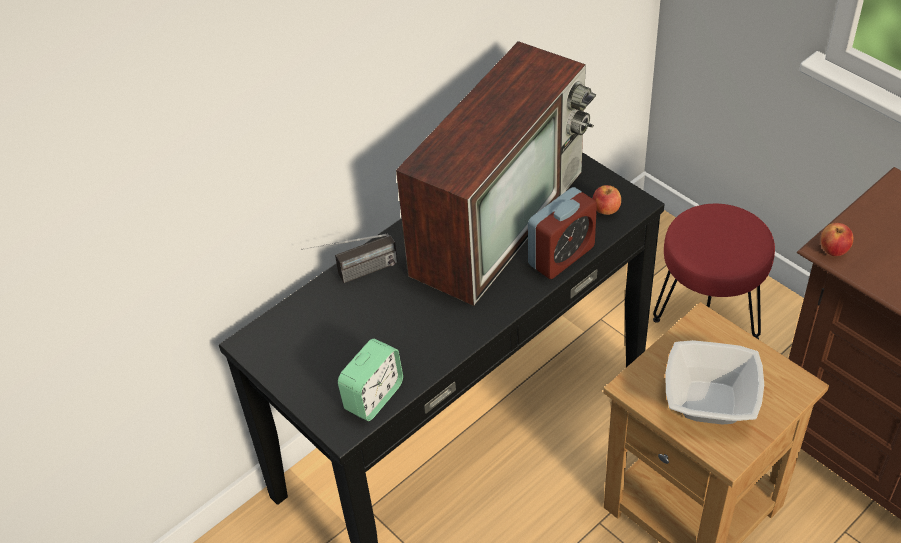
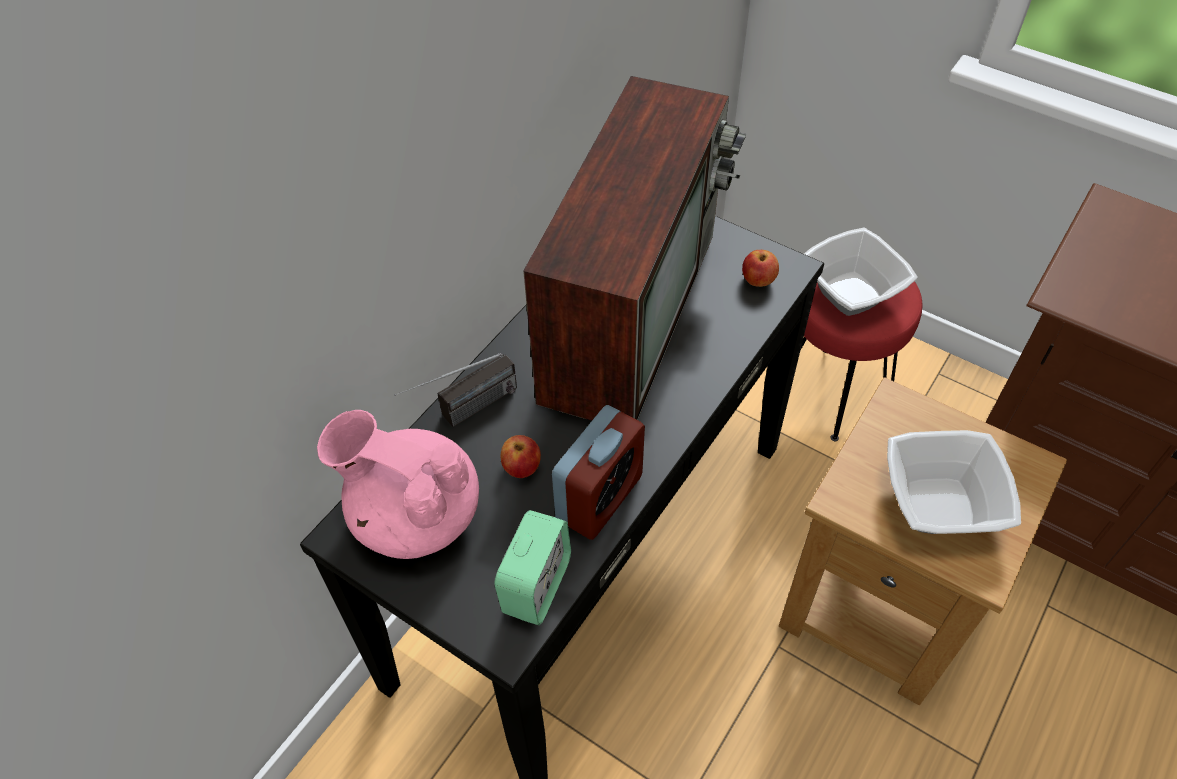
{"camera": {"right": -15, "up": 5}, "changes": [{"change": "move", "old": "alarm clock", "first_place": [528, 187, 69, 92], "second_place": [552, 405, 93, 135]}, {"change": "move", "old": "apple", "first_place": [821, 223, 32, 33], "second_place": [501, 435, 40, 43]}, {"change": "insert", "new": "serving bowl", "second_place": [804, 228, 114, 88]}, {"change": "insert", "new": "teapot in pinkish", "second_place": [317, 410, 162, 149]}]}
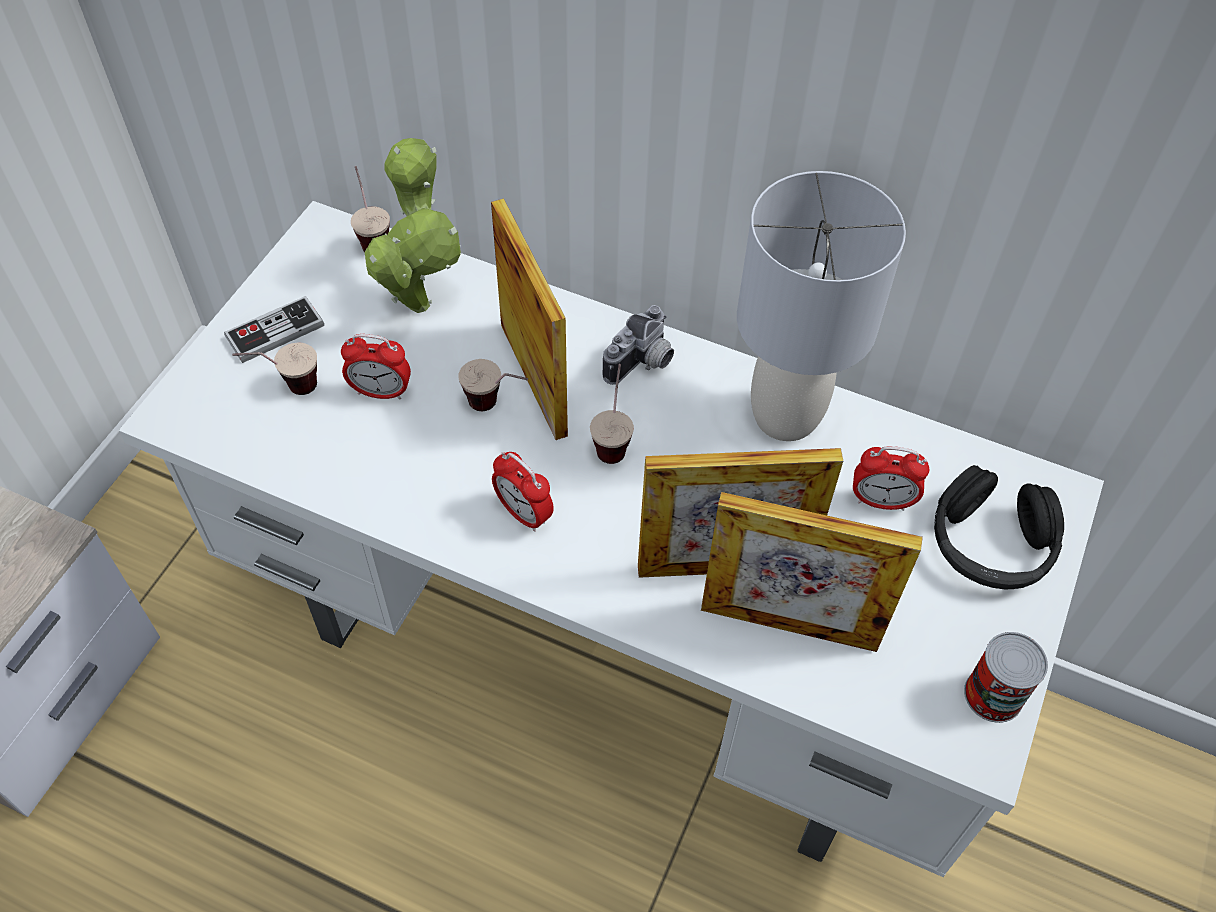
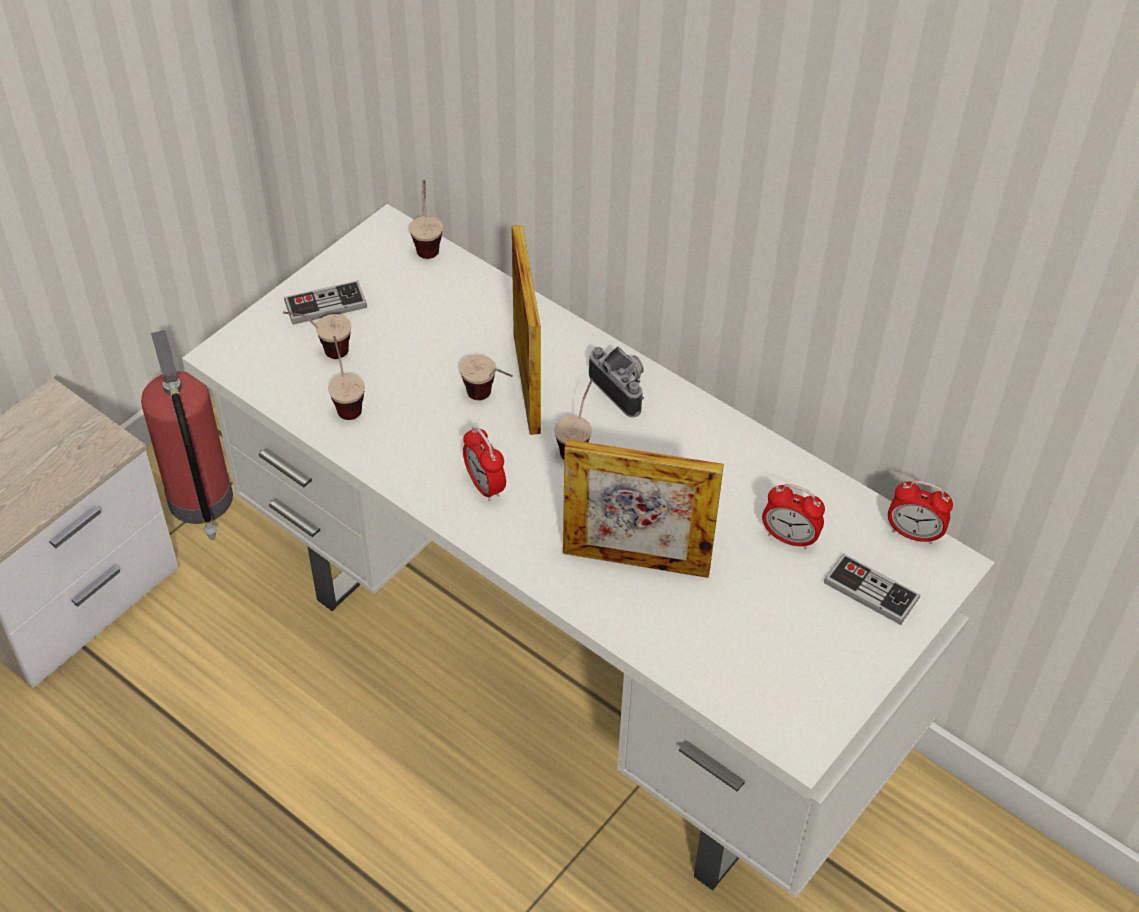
{"camera": {"right": 15, "up": -5}, "changes": [{"change": "delete", "old": "potted plant", "first_place": [365, 138, 96, 175]}, {"change": "delete", "old": "tabletop lamp in grey", "first_place": [737, 171, 169, 270]}, {"change": "rotate", "old": "photo camera", "first_place": [603, 305, 71, 80], "second_place": [589, 346, 55, 71], "degrees": -90}, {"change": "move", "old": "alarm clock", "first_place": [341, 334, 70, 65], "second_place": [888, 480, 65, 64]}, {"change": "replace", "old": "headset in black", "new": "joypad", "first_place": [934, 465, 130, 124], "second_place": [824, 554, 96, 71]}, {"change": "delete", "old": "photo frame", "first_place": [701, 492, 222, 160]}, {"change": "delete", "old": "can", "first_place": [964, 632, 84, 91]}, {"change": "insert", "new": "fire-fighting cylinder", "second_place": [141, 330, 92, 210]}, {"change": "insert", "new": "drinking cup", "second_place": [328, 336, 37, 84]}]}
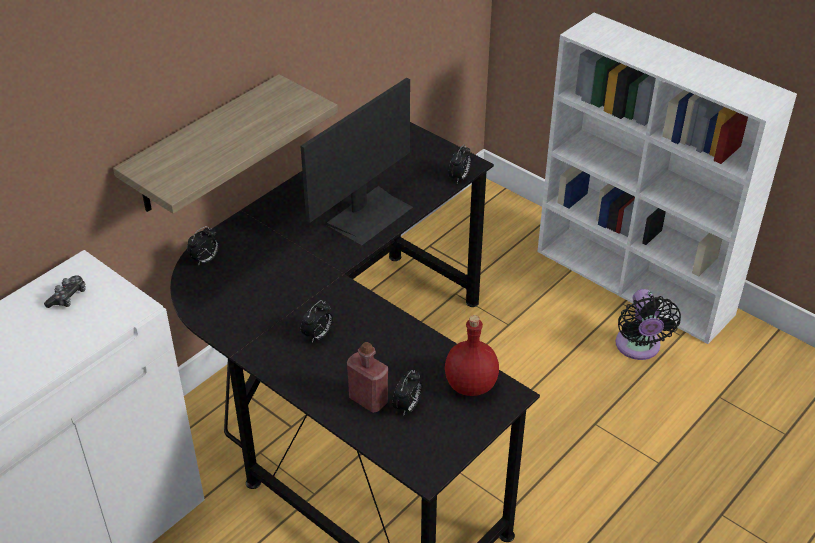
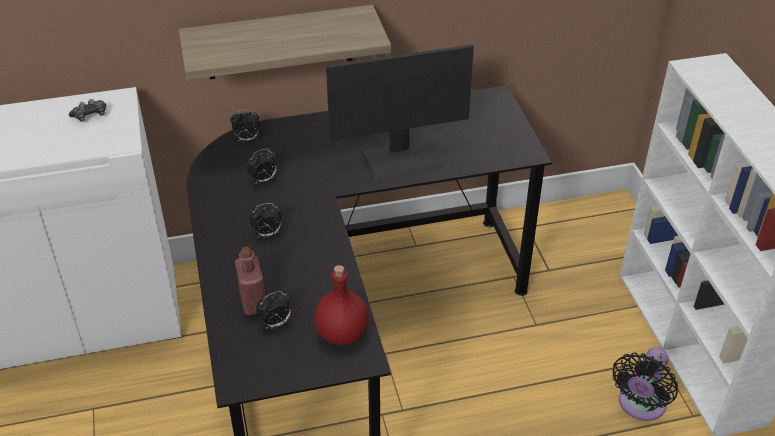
{"camera": {"right": 35, "up": 0}, "changes": [{"change": "move", "old": "alarm clock", "first_place": [448, 144, 24, 39], "second_place": [247, 149, 30, 34]}]}
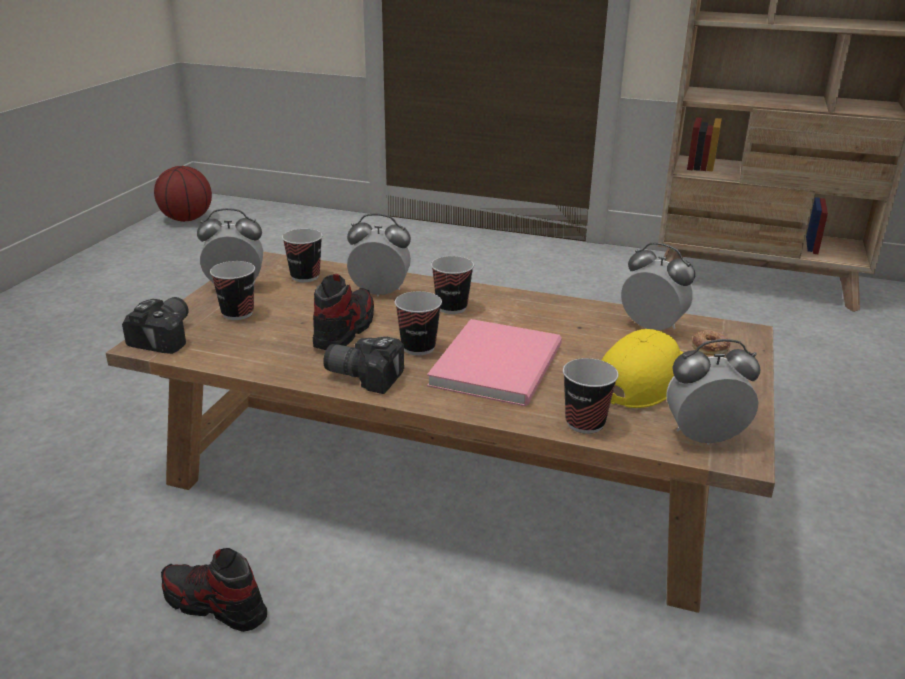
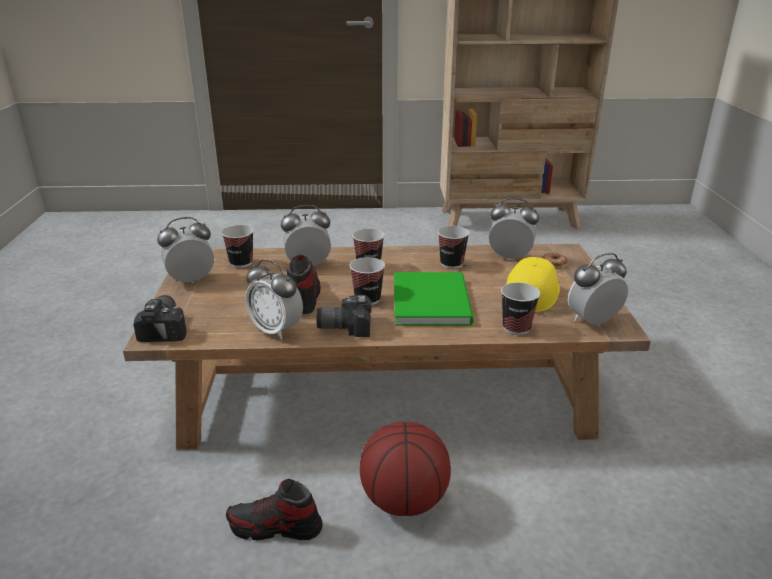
{"camera": {"right": -20, "up": 0}, "changes": [{"change": "move", "old": "basketball ball", "first_place": [154, 166, 58, 56], "second_place": [360, 422, 91, 94]}, {"change": "move", "old": "drinking cup", "first_place": [210, 261, 45, 59], "second_place": [438, 226, 32, 43]}, {"change": "recolor", "old": "bound book in pinkish", "new": "bound book in green-coloured", "first_place": [427, 319, 135, 88], "second_place": [394, 272, 80, 53]}, {"change": "insert", "new": "alarm clock", "second_place": [245, 259, 58, 81]}]}
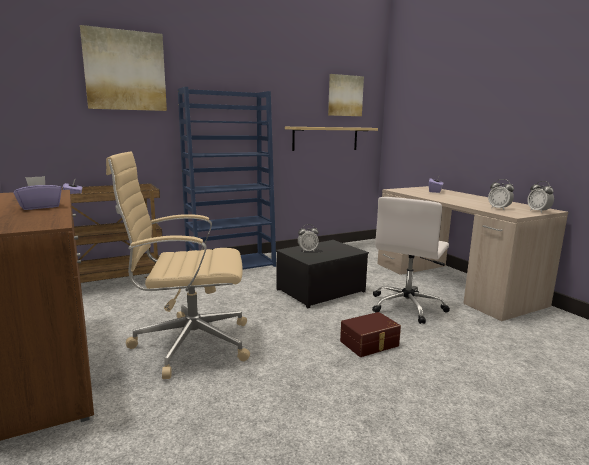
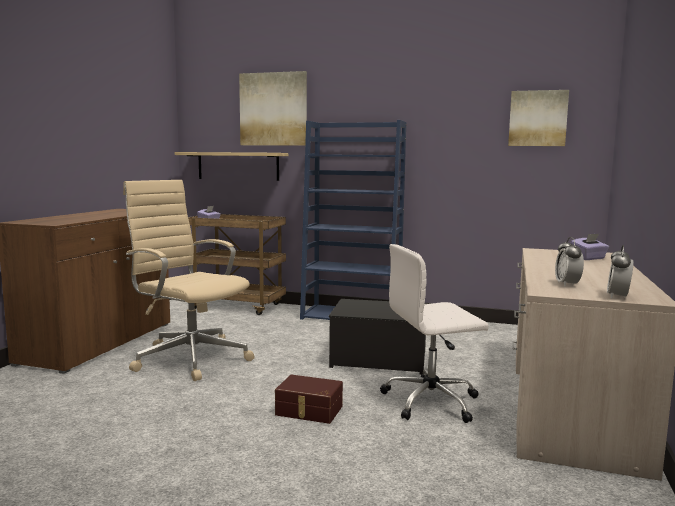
{"camera": {"right": 45, "up": -5}, "changes": [{"change": "move", "old": "shelf", "first_place": [285, 127, 93, 24], "second_place": [175, 152, 114, 29]}, {"change": "delete", "old": "tissue holder in purplish", "first_place": [14, 176, 48, 34]}, {"change": "delete", "old": "alarm clock", "first_place": [298, 224, 21, 28]}]}
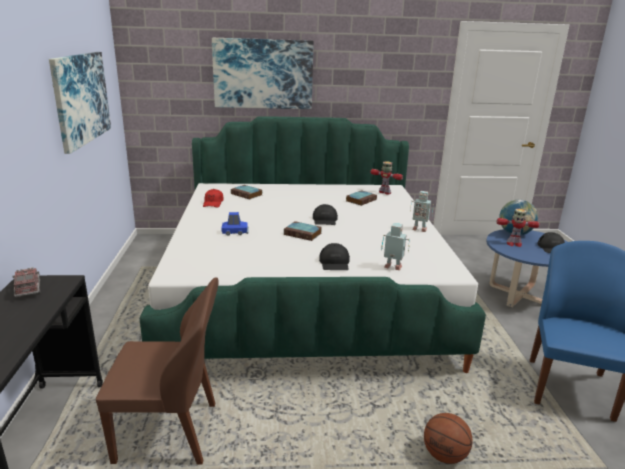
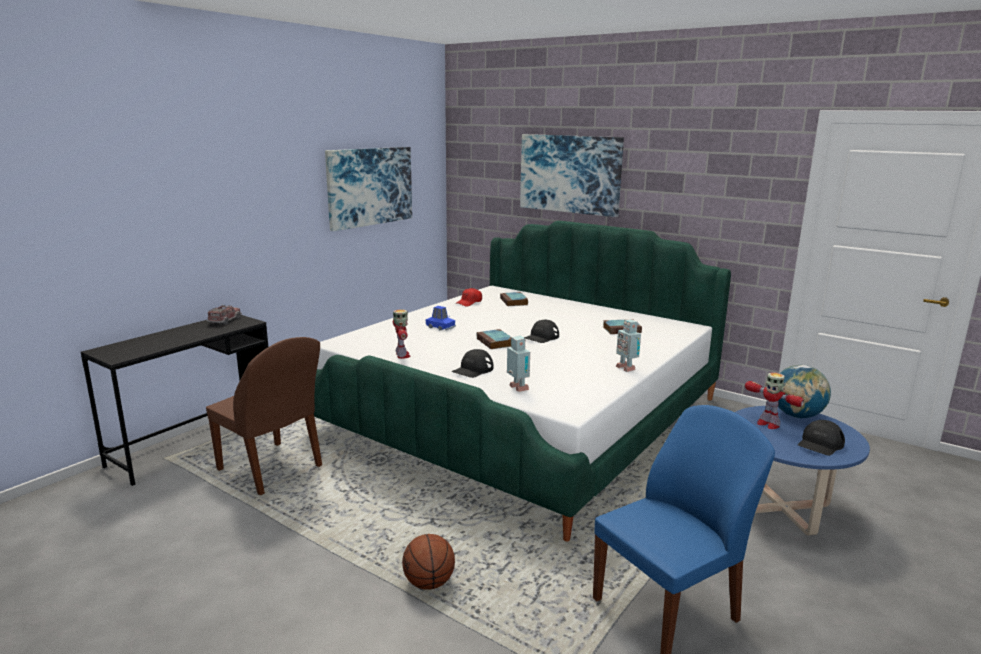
{"camera": {"right": 40, "up": -5}, "changes": [{"change": "move", "old": "toy robot", "first_place": [370, 161, 33, 33], "second_place": [393, 309, 18, 50]}]}
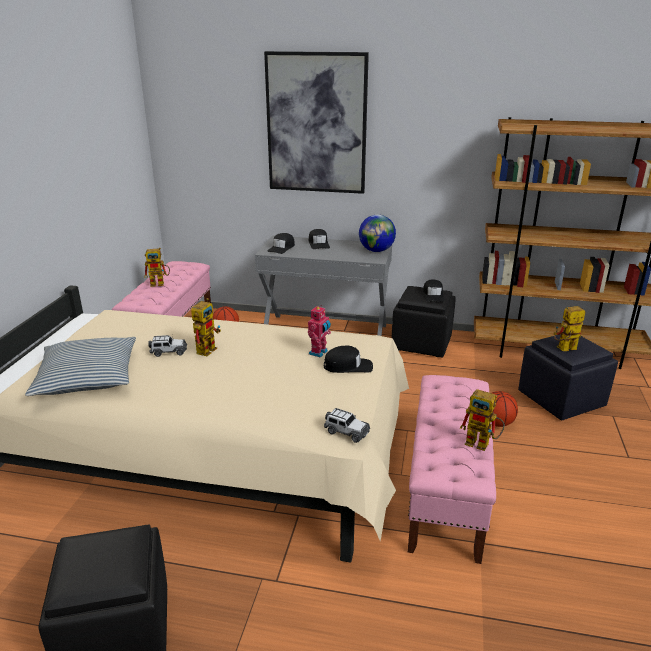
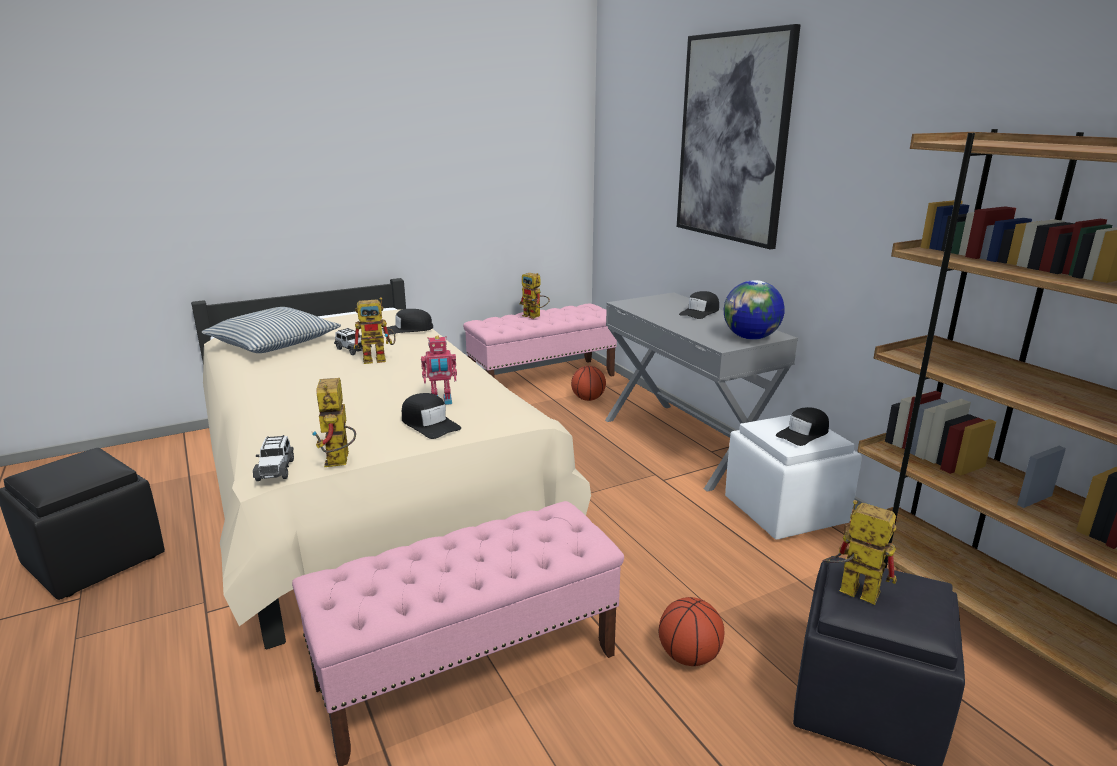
{"camera": {"right": 50, "up": -5}, "changes": [{"change": "move", "old": "cap in black", "first_place": [268, 233, 27, 21], "second_place": [383, 309, 50, 26]}, {"change": "recolor", "old": "pouffe in black", "new": "pouffe in white-coloured", "first_place": [392, 286, 64, 71], "second_place": [725, 415, 137, 125]}, {"change": "move", "old": "toy robot", "first_place": [460, 389, 45, 62], "second_place": [312, 378, 44, 89]}]}
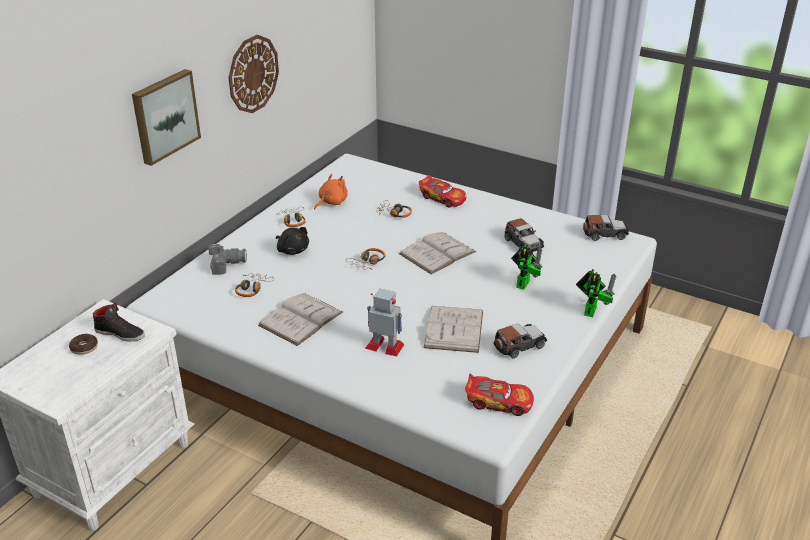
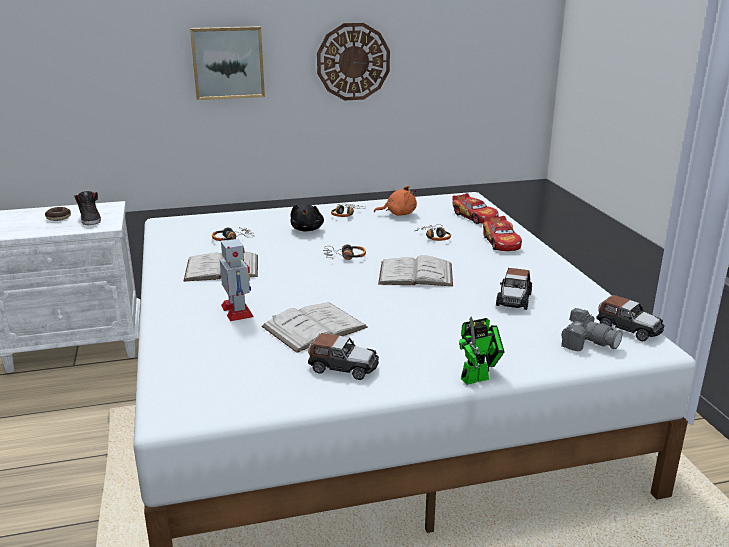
{"camera": {"right": 45, "up": -10}, "changes": [{"change": "delete", "old": "toy robot", "first_place": [512, 243, 30, 47]}, {"change": "move", "old": "photo camera", "first_place": [208, 244, 39, 31], "second_place": [561, 308, 62, 43]}, {"change": "move", "old": "miniature car", "first_place": [465, 373, 69, 43], "second_place": [452, 193, 47, 31]}]}
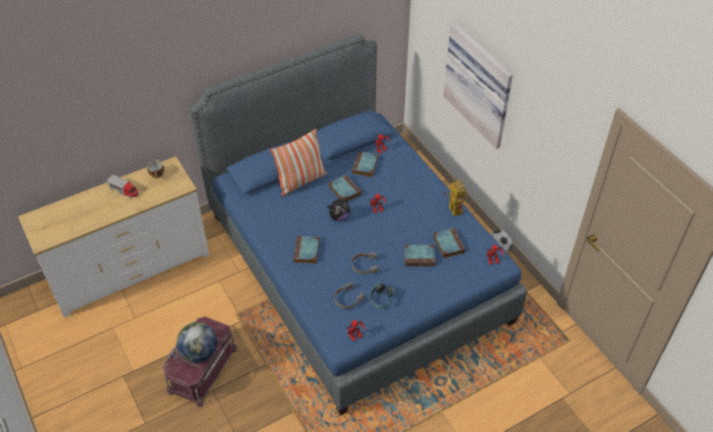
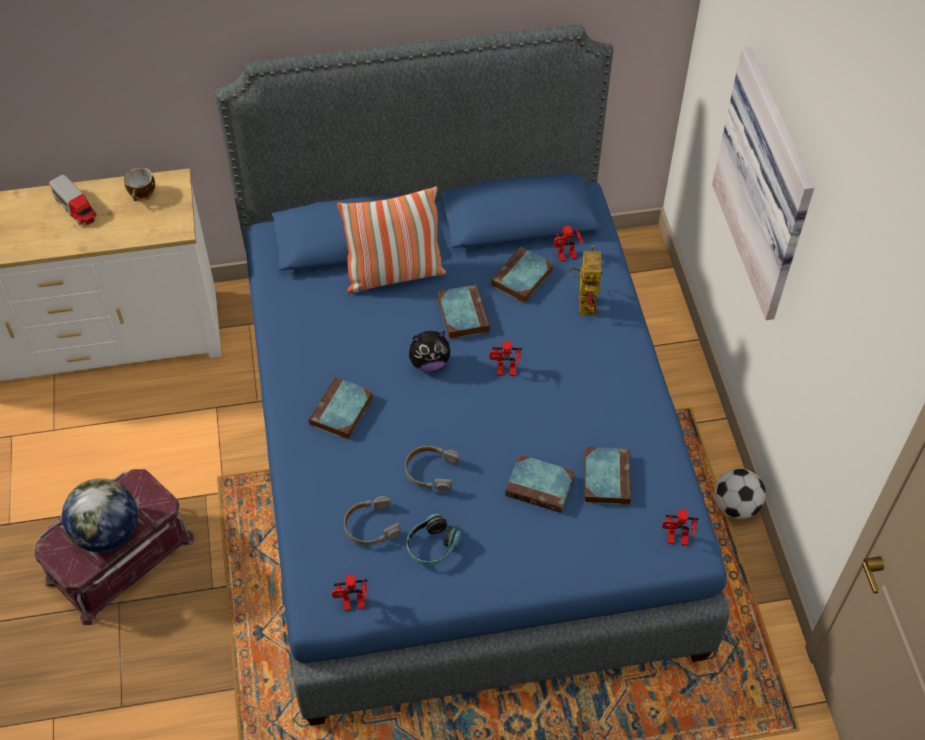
{"camera": {"right": 20, "up": 5}, "changes": [{"change": "move", "old": "toy robot", "first_place": [443, 178, 22, 39], "second_place": [569, 245, 36, 71]}]}
